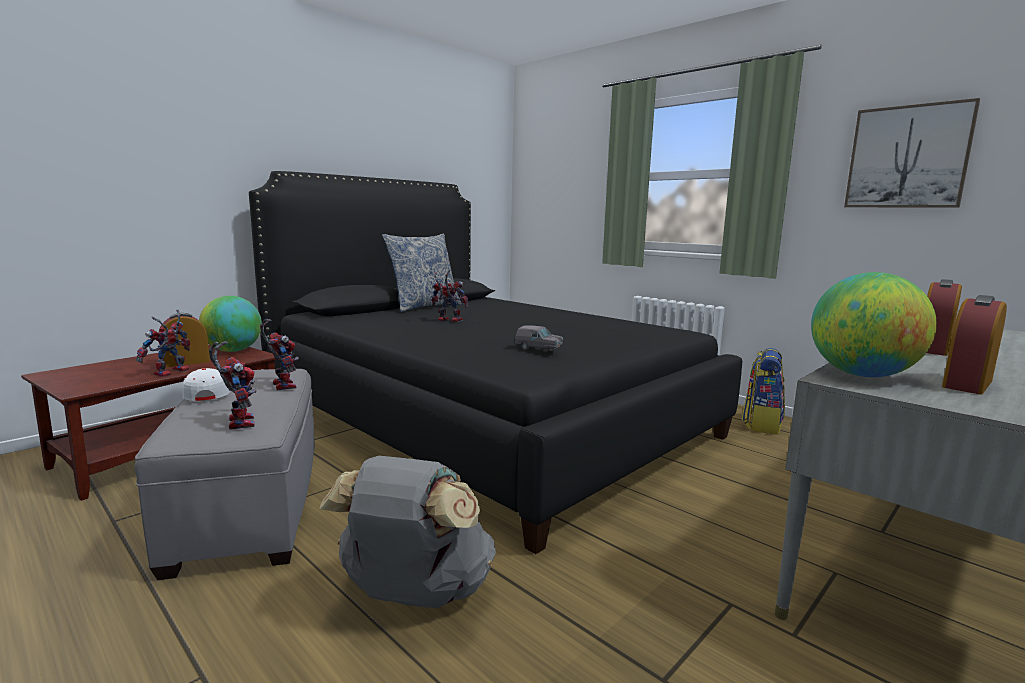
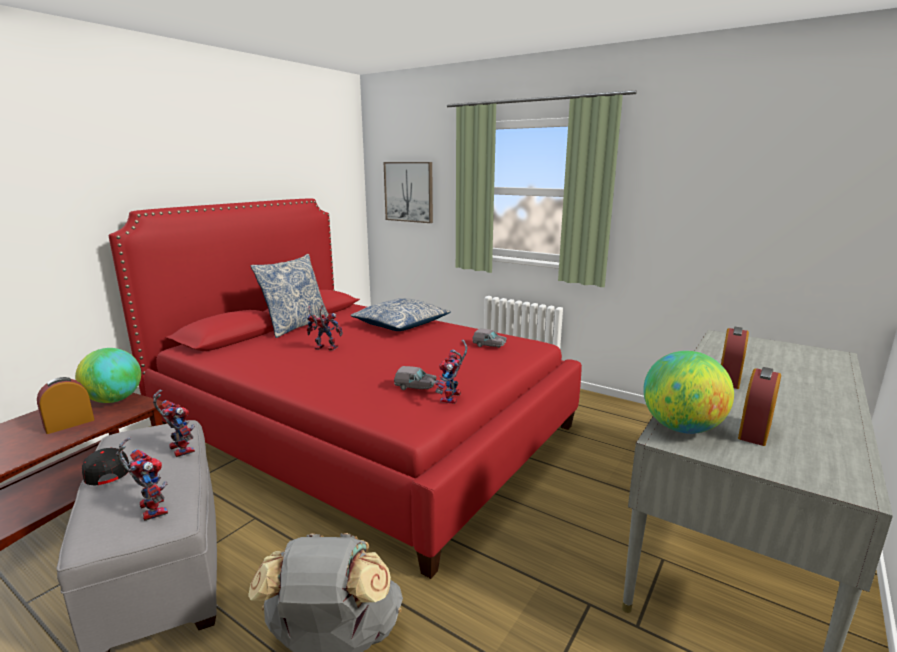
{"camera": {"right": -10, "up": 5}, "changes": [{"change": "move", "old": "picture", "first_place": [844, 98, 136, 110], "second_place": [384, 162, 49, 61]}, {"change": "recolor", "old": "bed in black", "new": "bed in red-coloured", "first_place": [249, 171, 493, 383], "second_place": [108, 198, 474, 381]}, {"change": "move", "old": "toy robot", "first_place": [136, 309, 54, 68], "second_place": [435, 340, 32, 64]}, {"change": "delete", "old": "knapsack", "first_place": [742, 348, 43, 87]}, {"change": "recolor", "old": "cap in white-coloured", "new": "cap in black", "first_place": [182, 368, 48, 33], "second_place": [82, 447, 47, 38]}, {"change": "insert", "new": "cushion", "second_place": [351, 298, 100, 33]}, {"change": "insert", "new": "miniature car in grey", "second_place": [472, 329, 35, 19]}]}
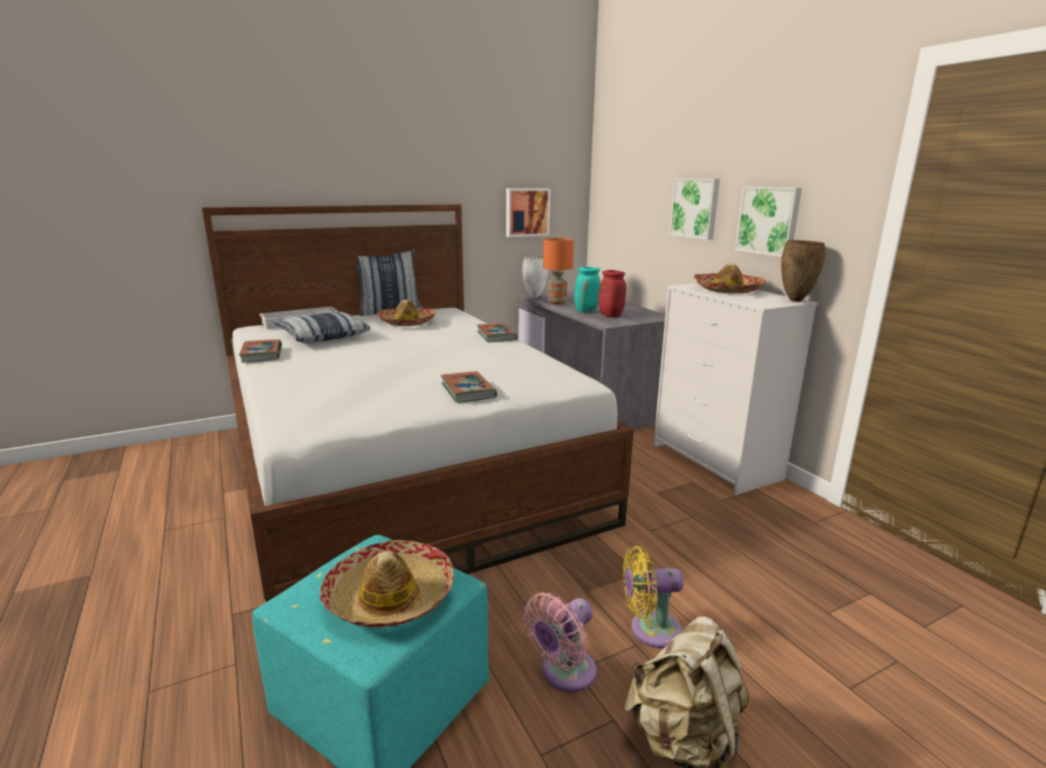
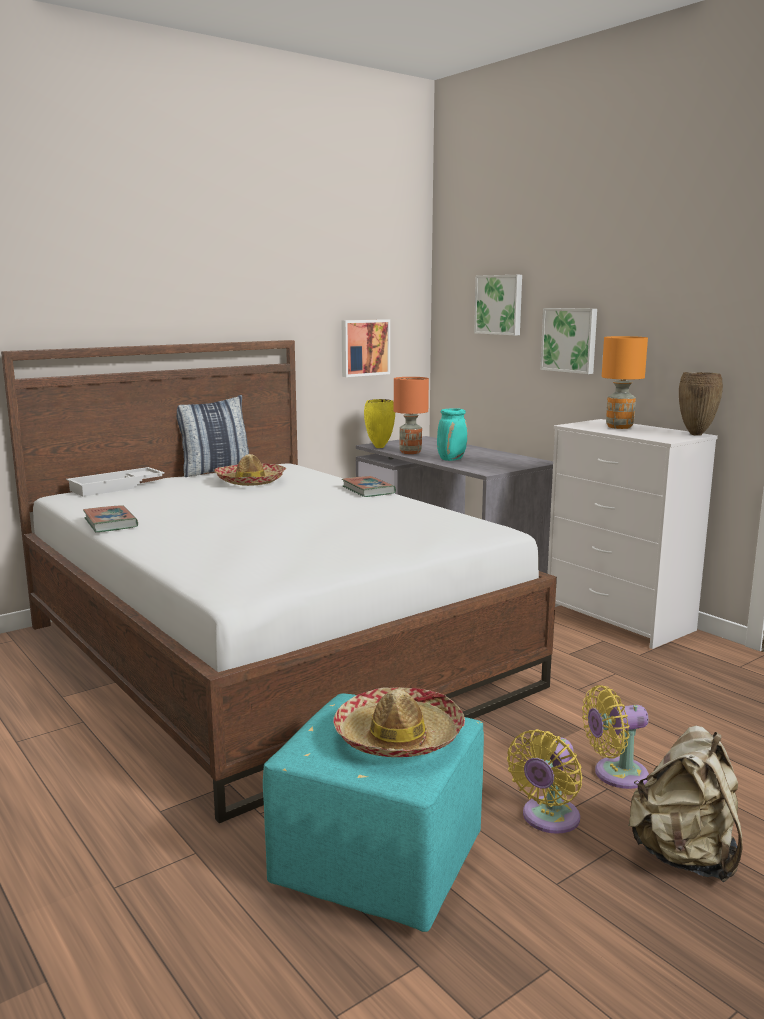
{"camera": {"right": -10, "up": -5}, "changes": [{"change": "move", "old": "picture", "first_place": [735, 186, 67, 71], "second_place": [474, 275, 48, 61]}, {"change": "recolor", "old": "decorative vase in white-coloured", "new": "decorative vase in yellowish", "first_place": [522, 257, 26, 41], "second_place": [364, 399, 31, 49]}, {"change": "replace", "old": "wearable hat", "new": "tabletop lamp in orange", "first_place": [694, 263, 72, 31], "second_place": [602, 336, 46, 93]}, {"change": "delete", "old": "decorative vase in red-coloured", "first_place": [598, 270, 28, 47]}, {"change": "delete", "old": "cushion", "first_place": [274, 312, 97, 31]}, {"change": "delete", "old": "bound book", "first_place": [440, 372, 57, 31]}, {"change": "recolor", "old": "electric fan in pinkish", "new": "electric fan in yellowish", "first_place": [524, 592, 73, 100], "second_place": [507, 729, 75, 105]}]}
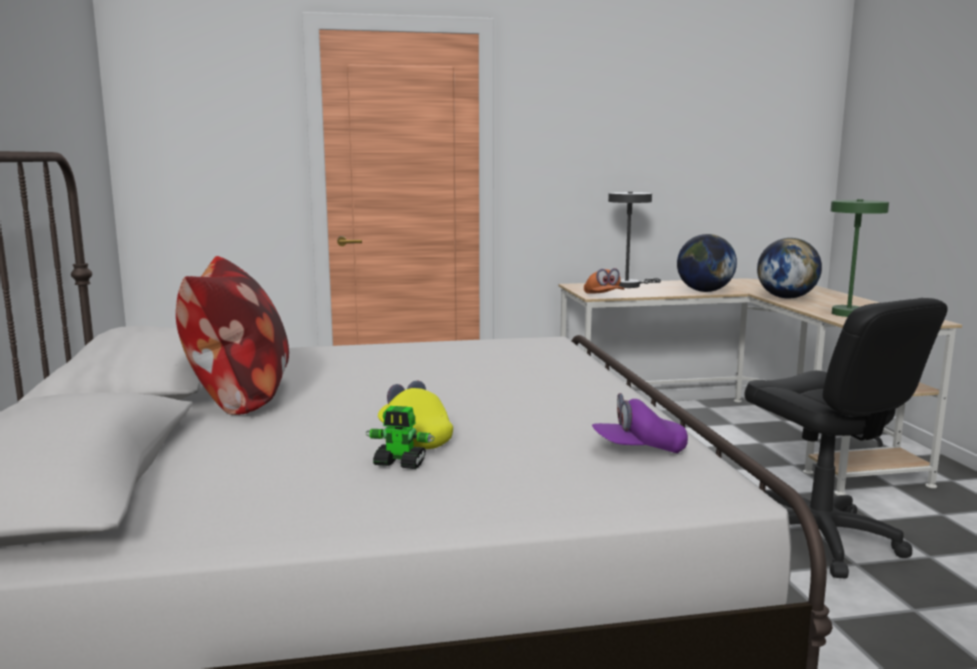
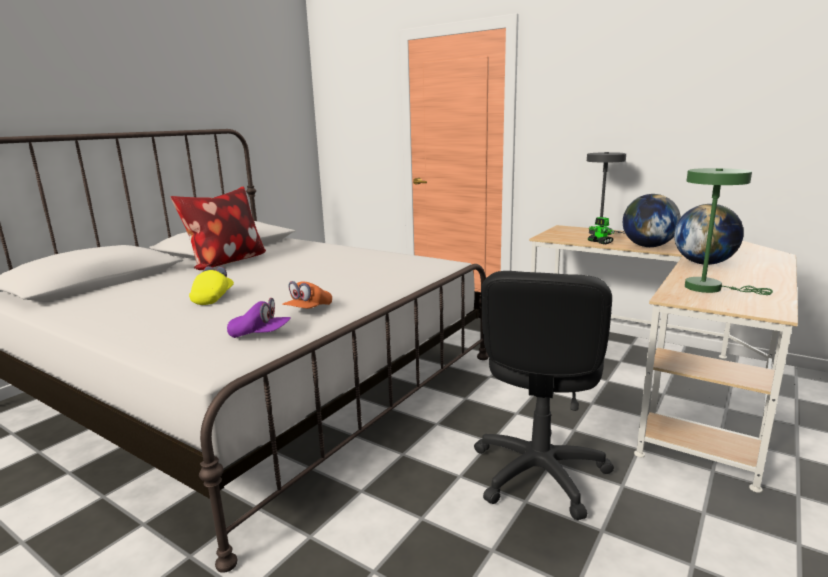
{"camera": {"right": 45, "up": 5}, "changes": [{"change": "move", "old": "cap in orange", "first_place": [584, 268, 40, 26], "second_place": [282, 281, 50, 28]}, {"change": "rotate", "old": "cap in purplish", "first_place": [592, 393, 96, 60], "second_place": [227, 298, 64, 40], "degrees": 150}, {"change": "move", "old": "toy robot", "first_place": [366, 406, 69, 63], "second_place": [588, 217, 26, 27]}]}
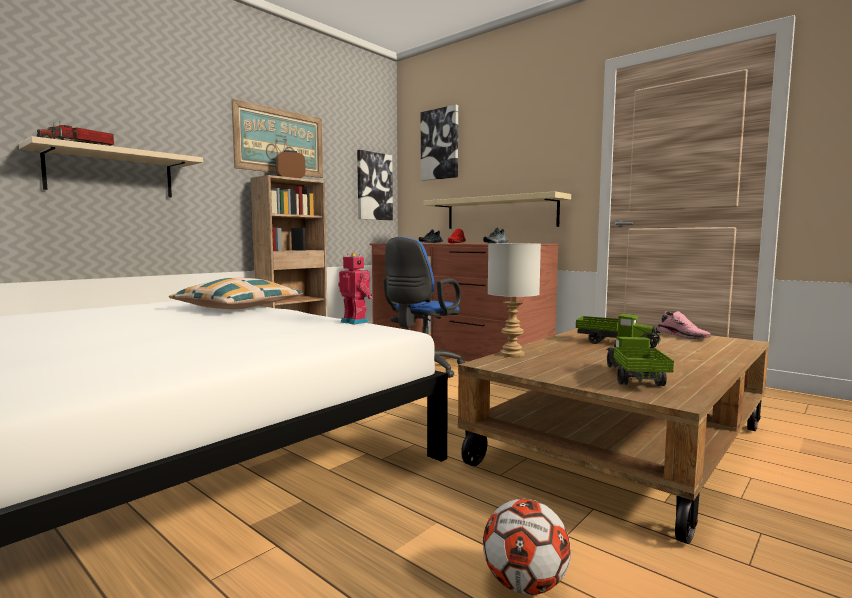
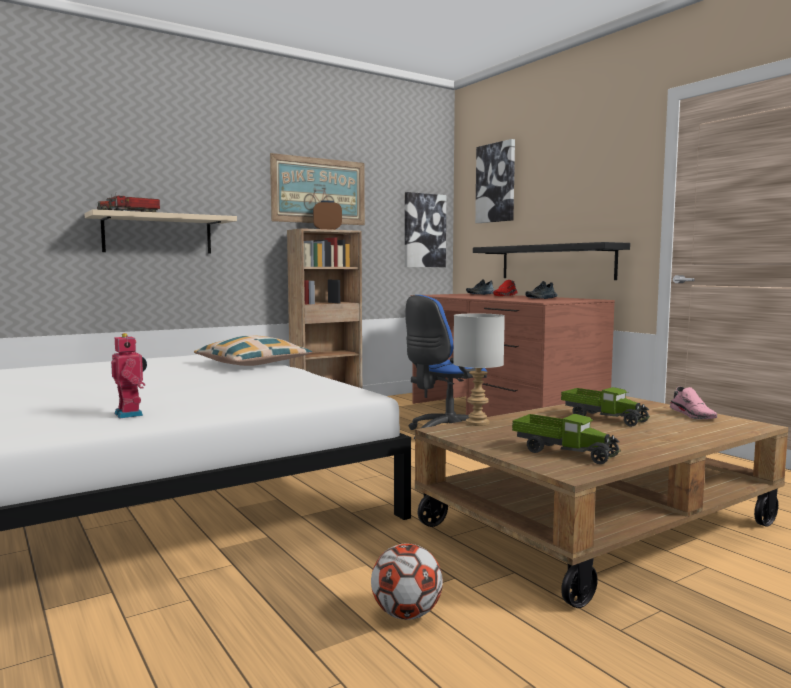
{"camera": {"right": 15, "up": 0}, "changes": [{"change": "recolor", "old": "shelf in beige-coloured", "new": "shelf in black", "first_place": [424, 192, 147, 37], "second_place": [473, 242, 157, 38]}, {"change": "move", "old": "toy robot", "first_place": [338, 253, 35, 72], "second_place": [111, 333, 36, 86]}, {"change": "rotate", "old": "model truck", "first_place": [607, 337, 67, 49], "second_place": [512, 414, 109, 50], "degrees": 105}]}
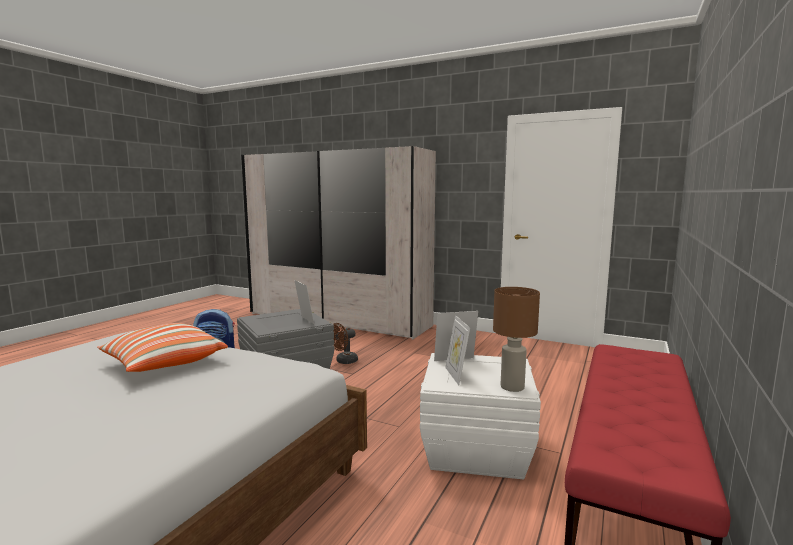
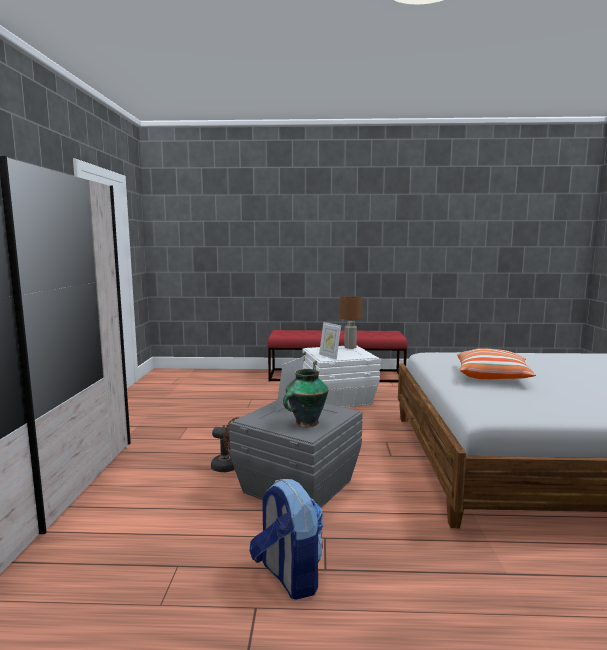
{"camera": {"right": -115, "up": 0}, "changes": [{"change": "delete", "old": "photo frame", "first_place": [445, 315, 25, 70]}, {"change": "insert", "new": "decorative vase", "second_place": [283, 369, 46, 58]}]}
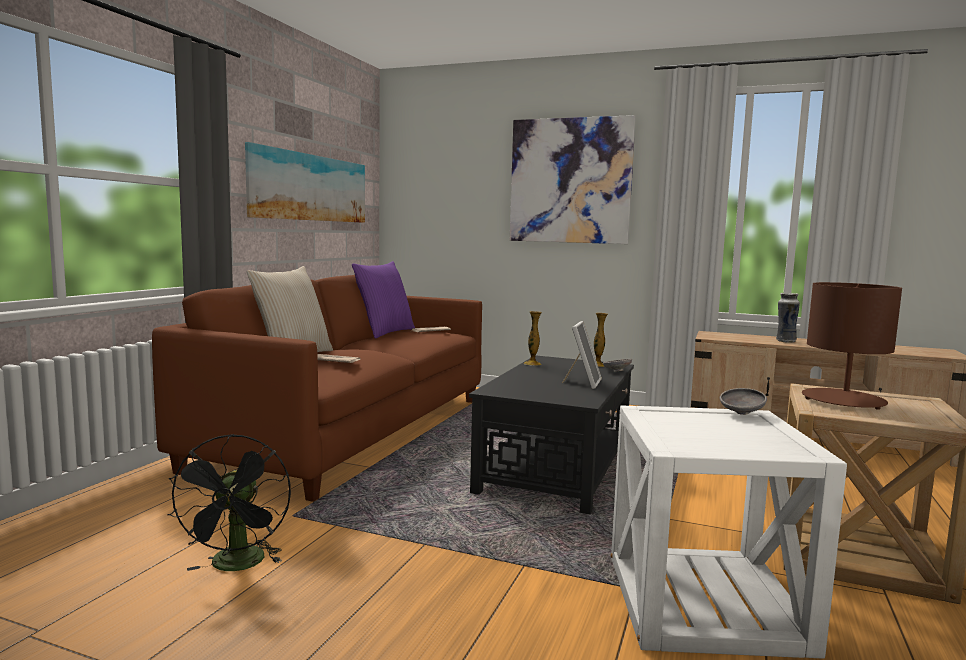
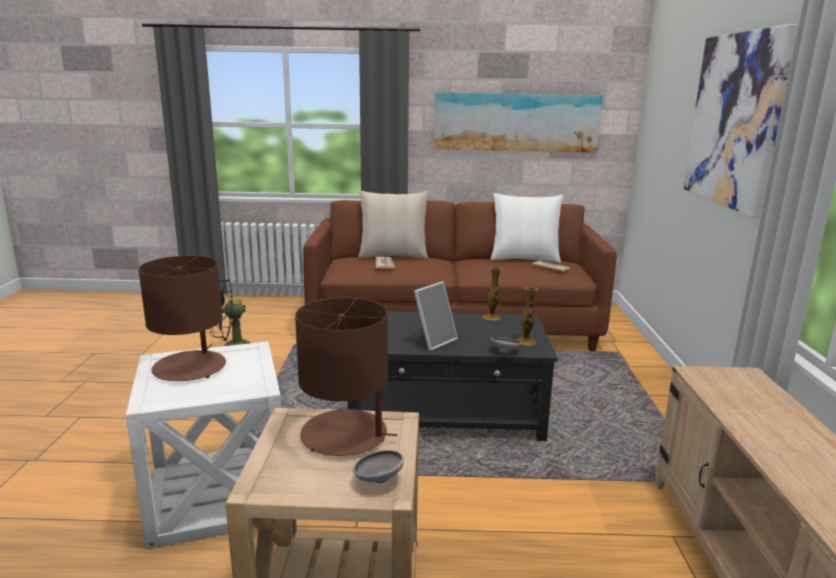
{"camera": {"right": 70, "up": 10}, "changes": [{"change": "recolor", "old": "cushion in purplish", "new": "cushion in white-coloured", "first_place": [352, 261, 63, 78], "second_place": [491, 193, 72, 70]}, {"change": "delete", "old": "decorative vase", "first_place": [776, 293, 24, 50]}, {"change": "rotate", "old": "photo frame", "first_place": [562, 321, 40, 68], "second_place": [414, 281, 44, 70], "degrees": -45}, {"change": "move", "old": "serving bowl in grey", "first_place": [720, 388, 47, 27], "second_place": [353, 450, 51, 34]}, {"change": "insert", "new": "tabletop lamp in brown", "second_place": [138, 256, 88, 125]}]}
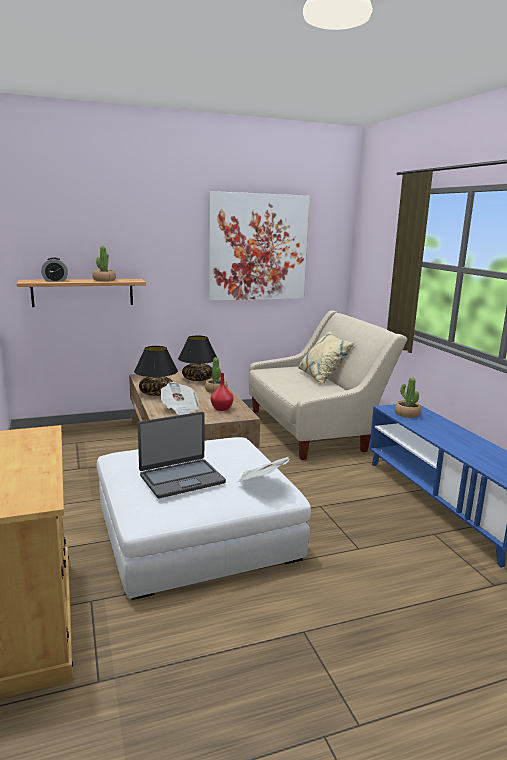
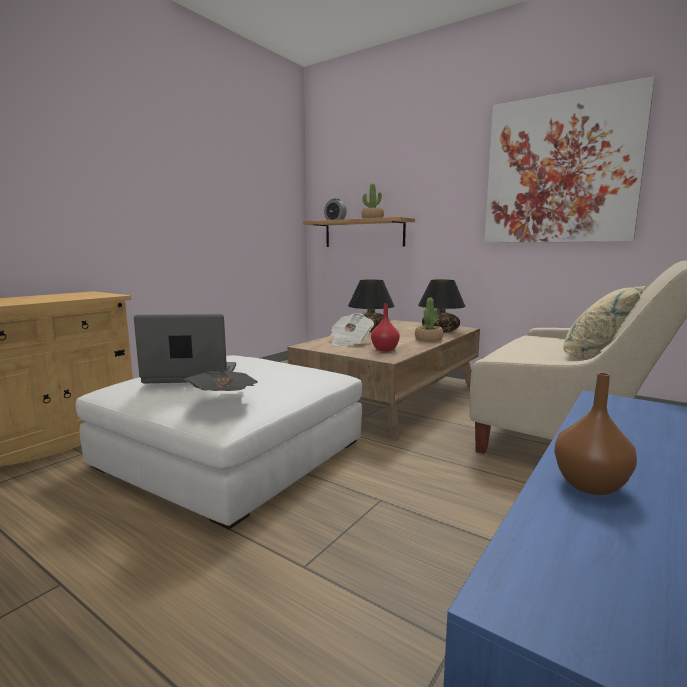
{"camera": {"right": 55, "up": -5}, "changes": [{"change": "delete", "old": "potted plant", "first_place": [395, 377, 26, 41]}, {"change": "rotate", "old": "notebook computer", "first_place": [138, 412, 88, 86], "second_place": [134, 314, 102, 70], "degrees": 150}, {"change": "insert", "new": "decorative vase in brown", "second_place": [554, 373, 83, 122]}]}
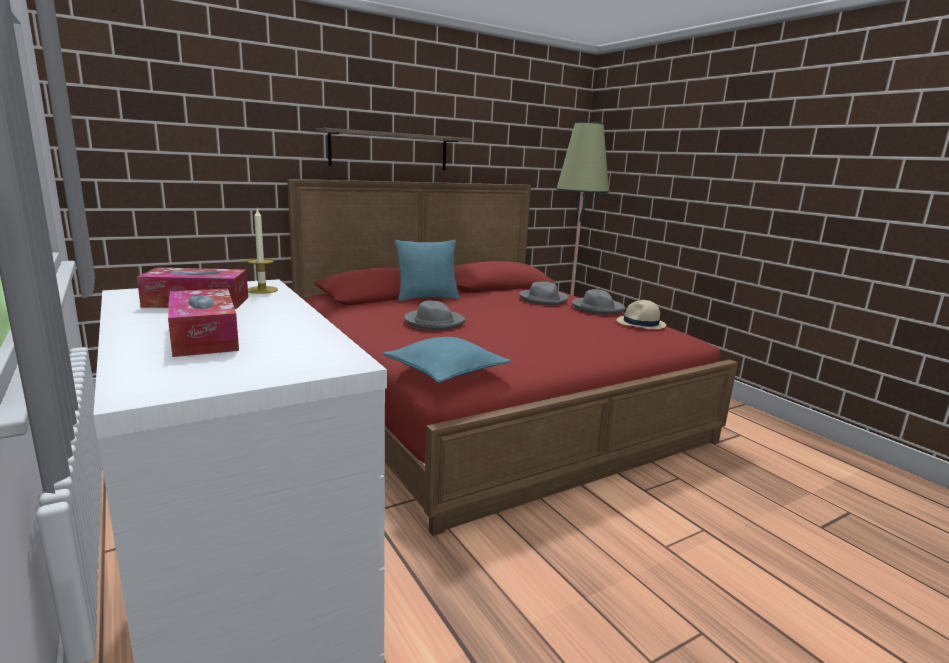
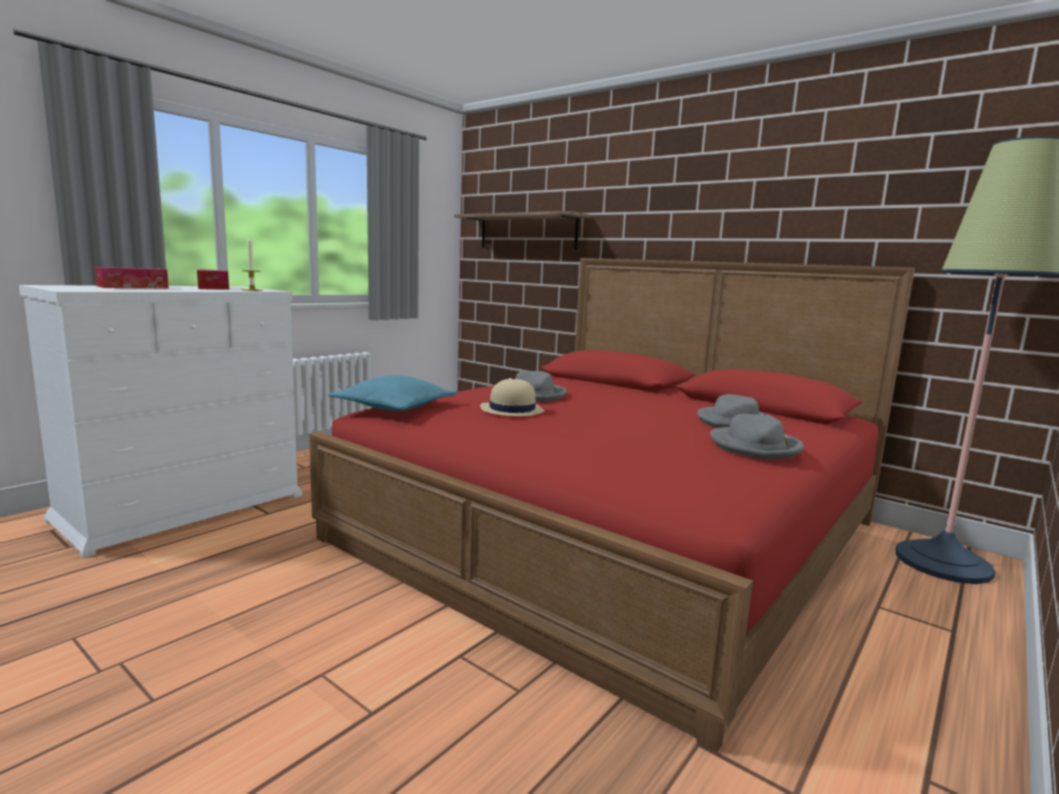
{"camera": {"right": 70, "up": -5}, "changes": [{"change": "move", "old": "shelf", "first_place": [315, 128, 157, 42], "second_place": [454, 211, 136, 38]}, {"change": "delete", "old": "cushion in blue-green", "first_place": [395, 240, 65, 61]}, {"change": "move", "old": "wearable hat in beige-coloured", "first_place": [617, 300, 49, 29], "second_place": [480, 378, 64, 38]}]}
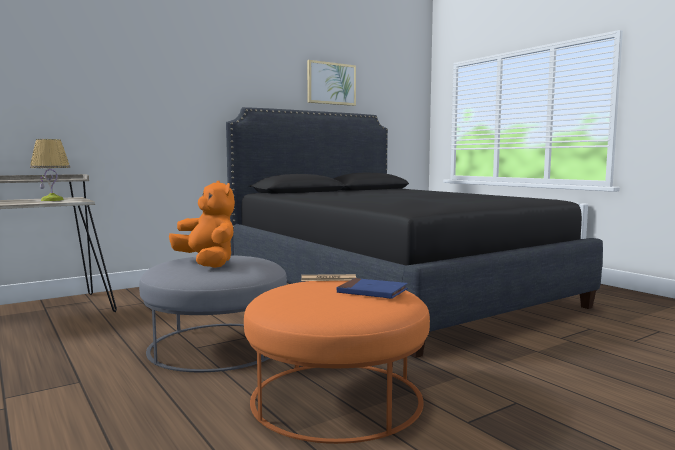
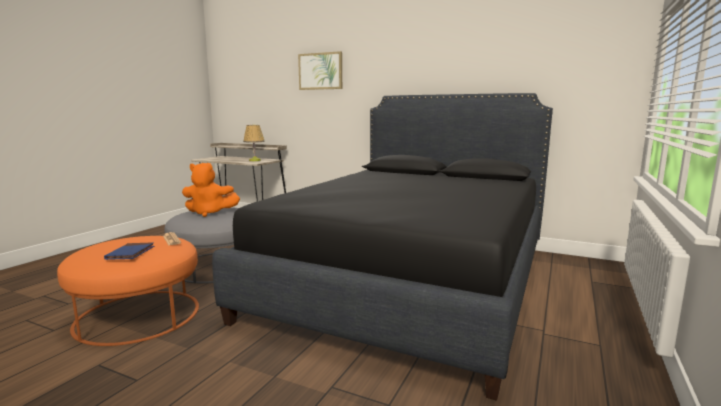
{"camera": {"right": 60, "up": 5}, "changes": [{"change": "move", "old": "picture", "first_place": [307, 60, 49, 46], "second_place": [298, 51, 44, 39]}, {"change": "rotate", "old": "soft toy in orange", "first_place": [169, 181, 66, 87], "second_place": [182, 163, 58, 54], "degrees": 75}]}
